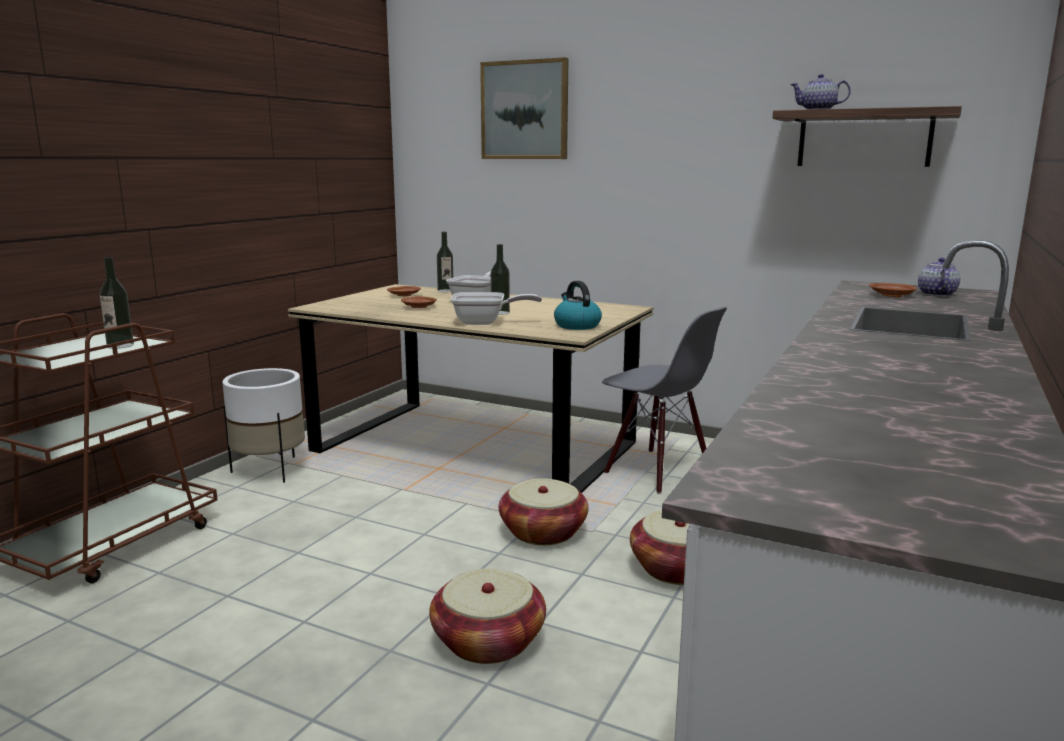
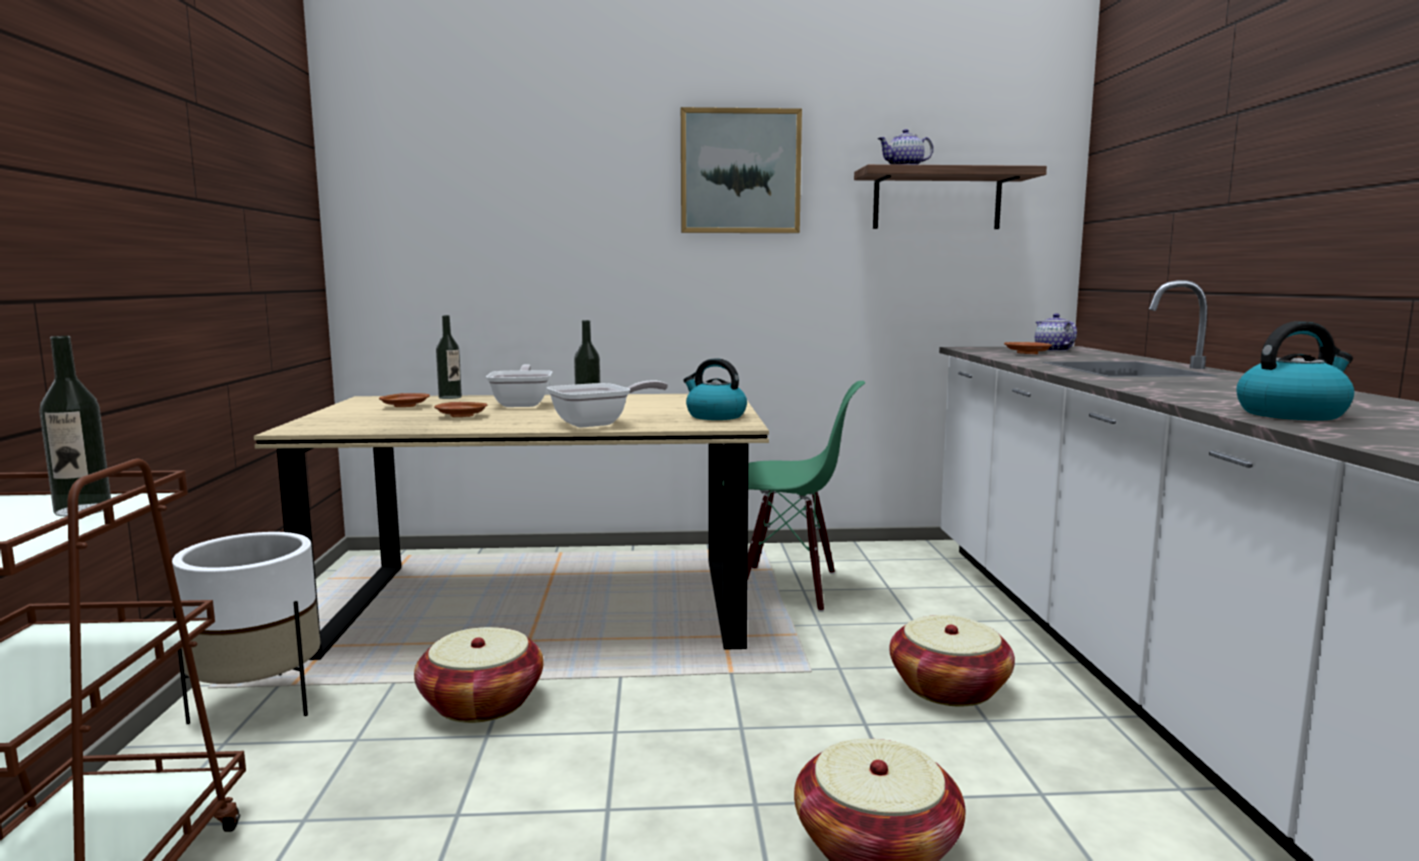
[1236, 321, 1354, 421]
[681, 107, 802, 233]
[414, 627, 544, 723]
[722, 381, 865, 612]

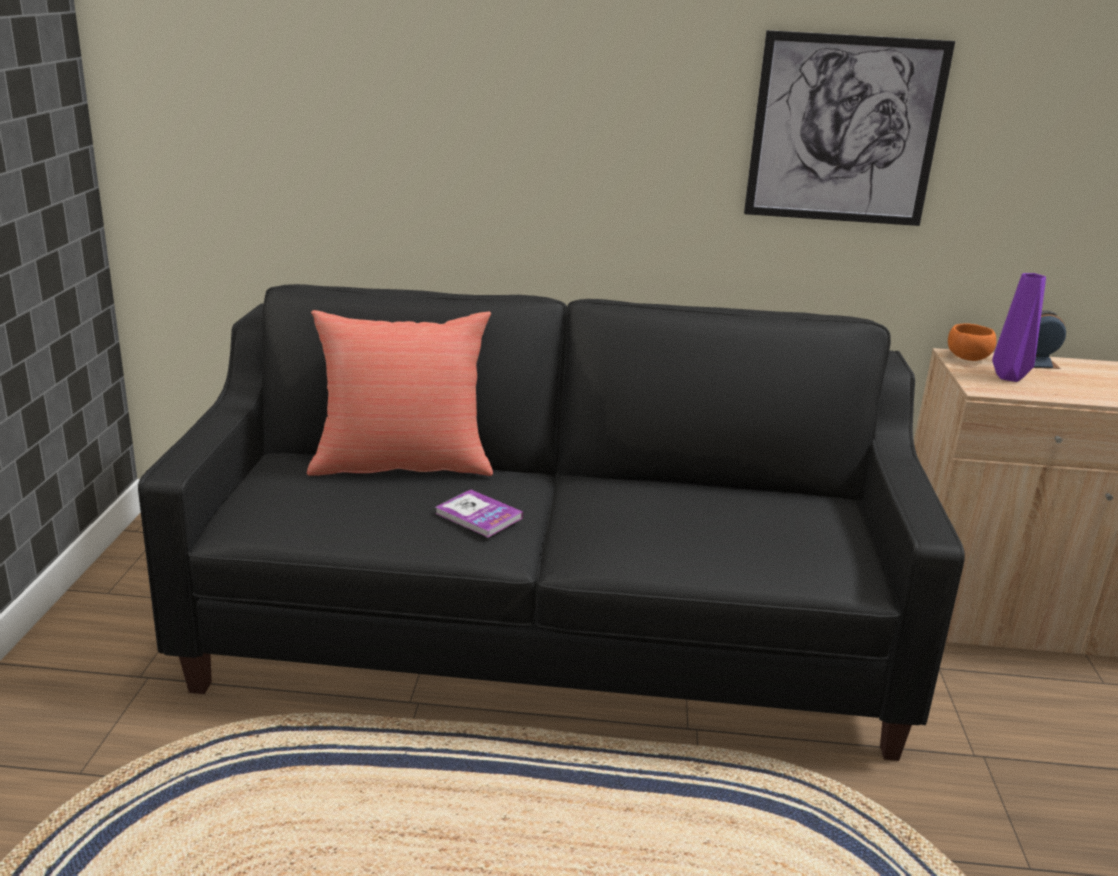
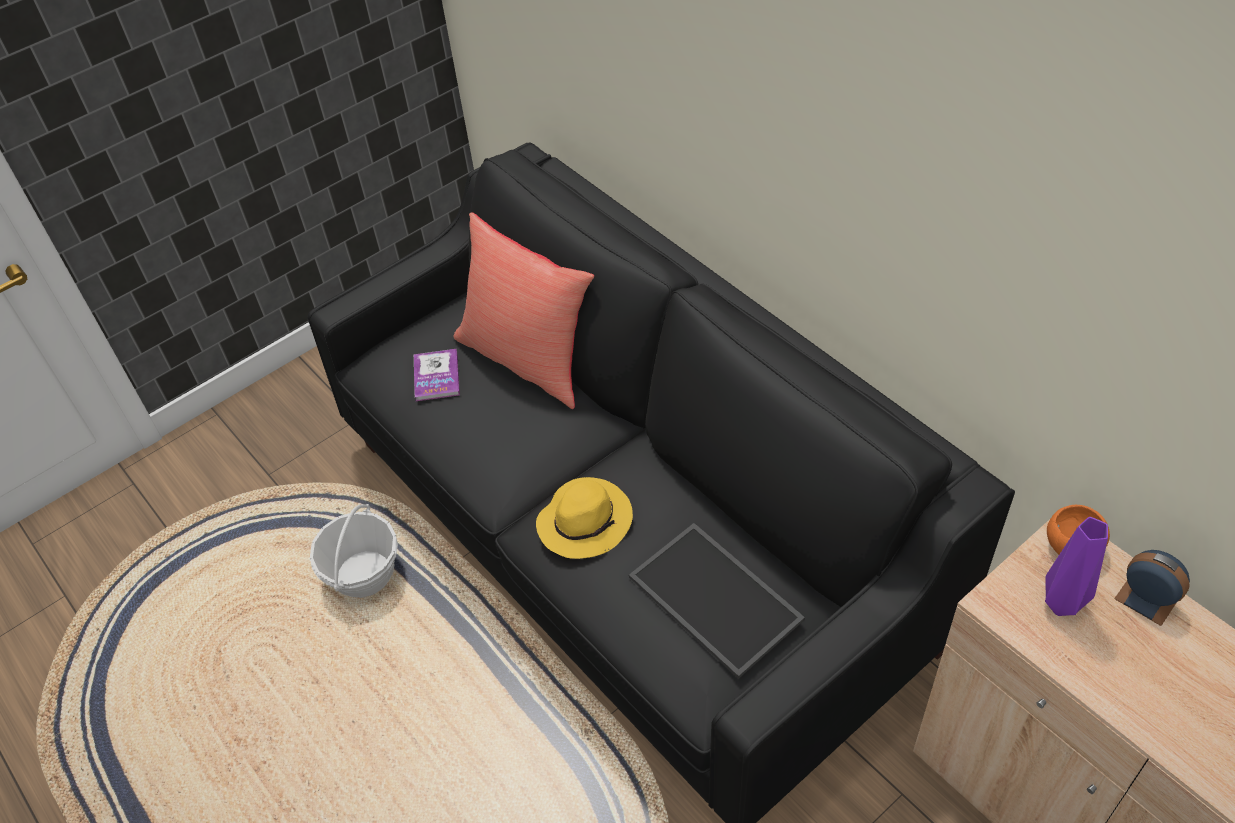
[744, 30, 955, 226] (first image)
[310, 504, 398, 598]
[536, 477, 633, 559]
[629, 523, 805, 679]
[414, 349, 460, 401]

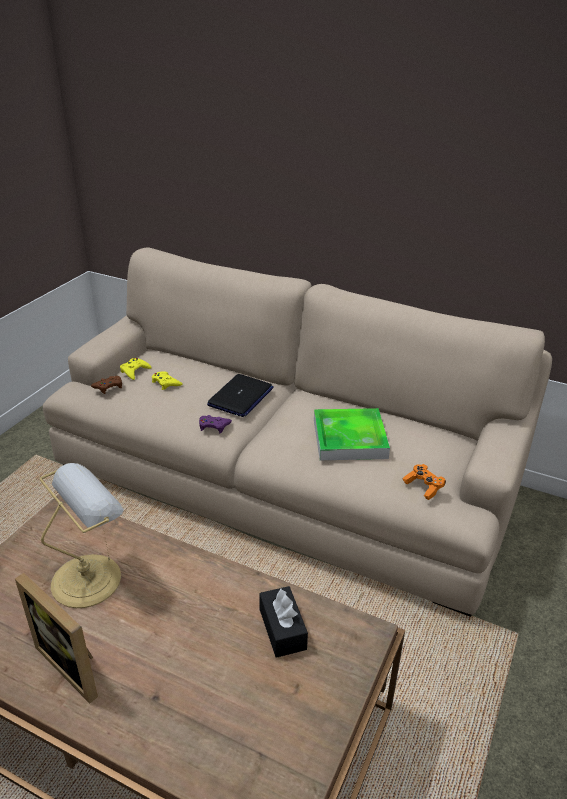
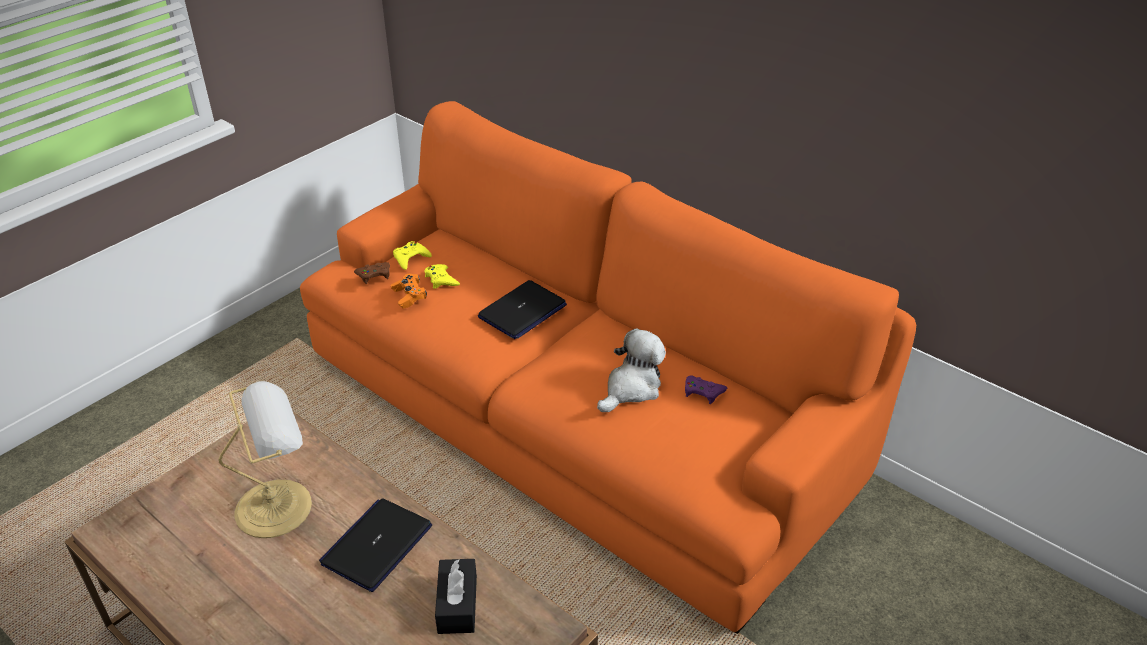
[15, 573, 98, 703] (first image)
[319, 498, 432, 592]
[685, 376, 727, 404]
[391, 274, 427, 309]
[597, 328, 666, 412]
[300, 101, 916, 634]

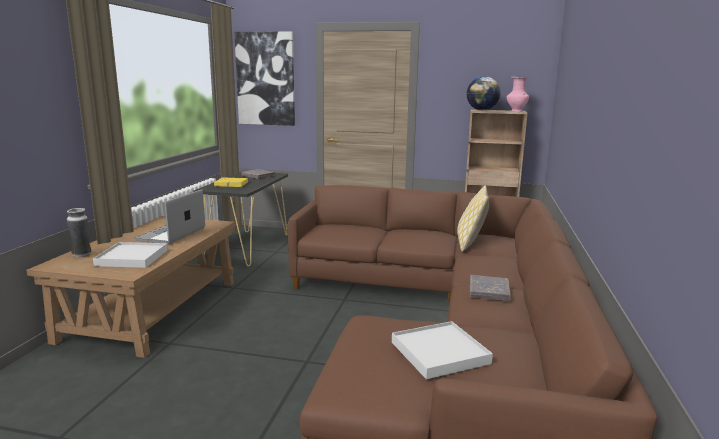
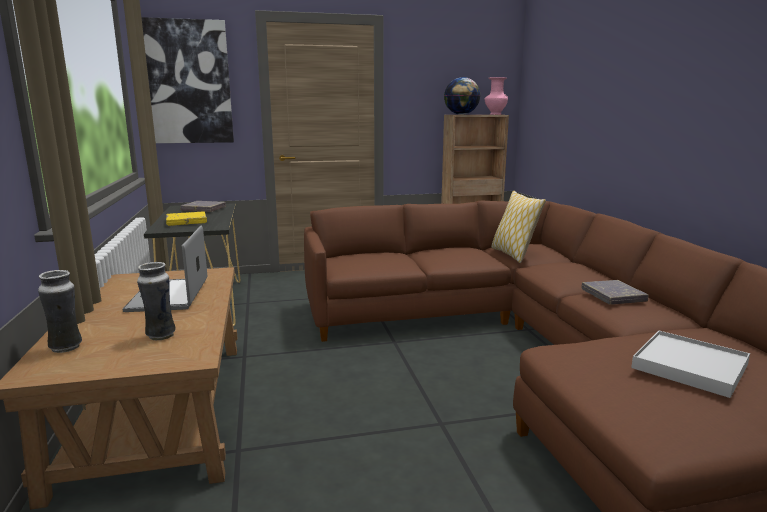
[137, 262, 175, 340]

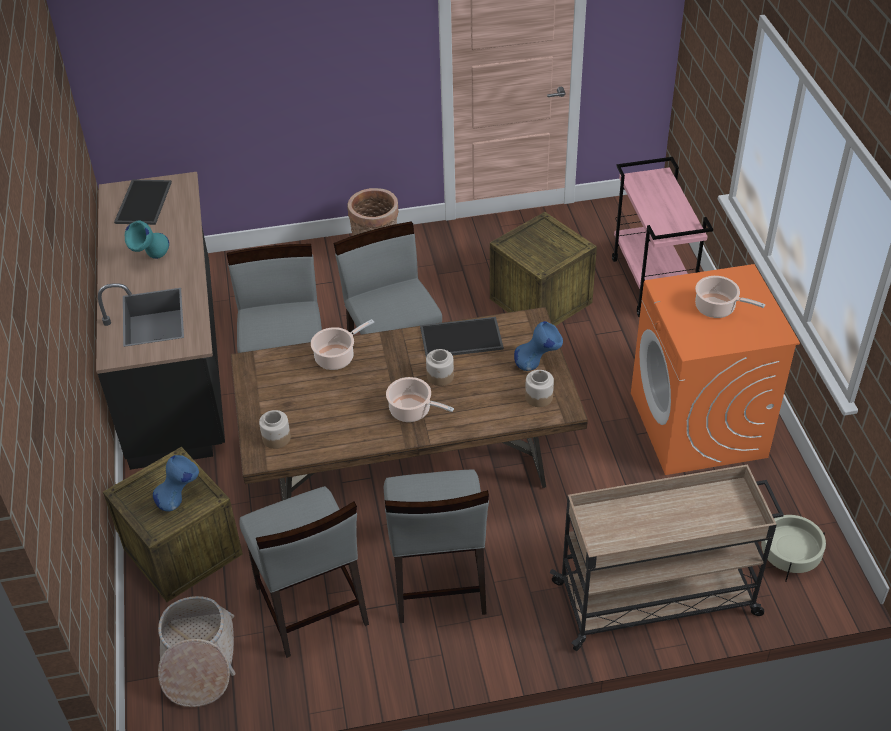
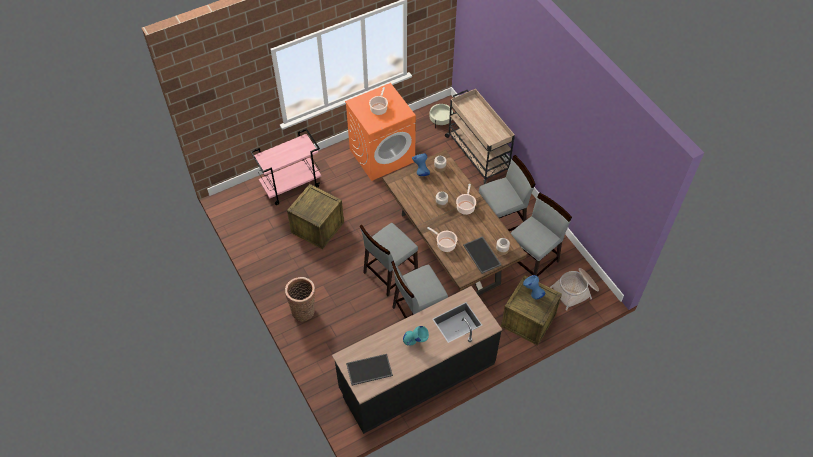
[463, 236, 501, 274]

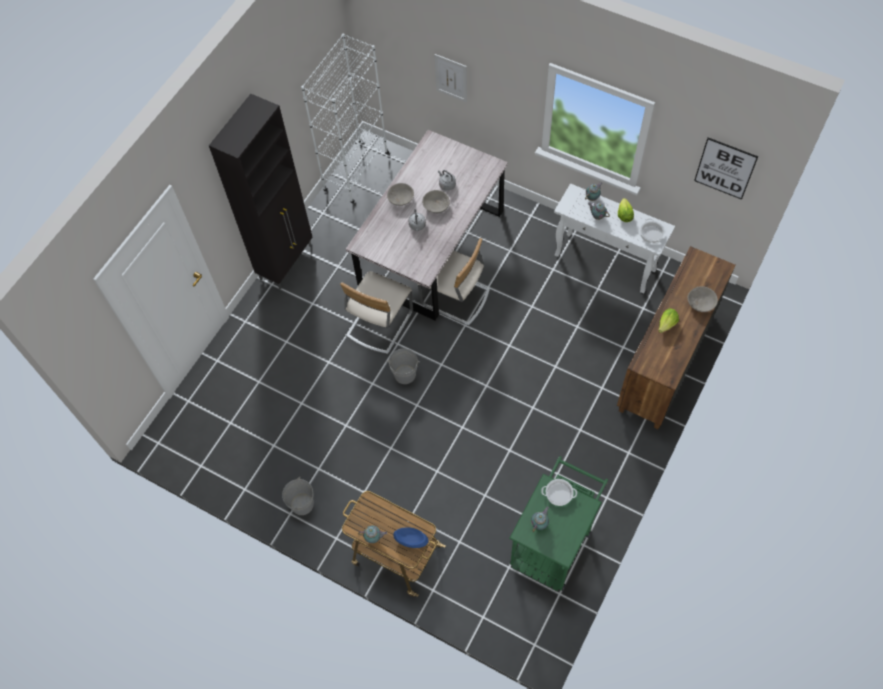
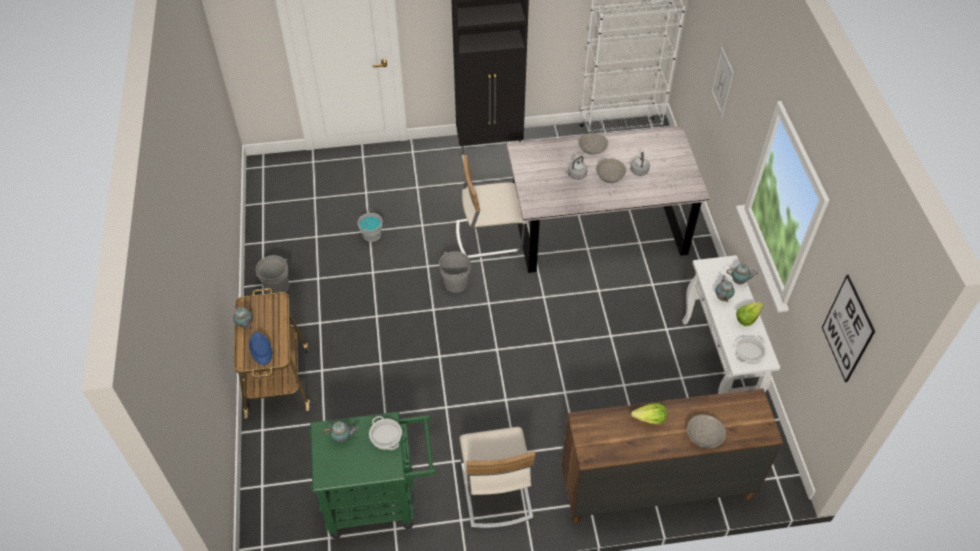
[358, 209, 383, 242]
[459, 427, 535, 528]

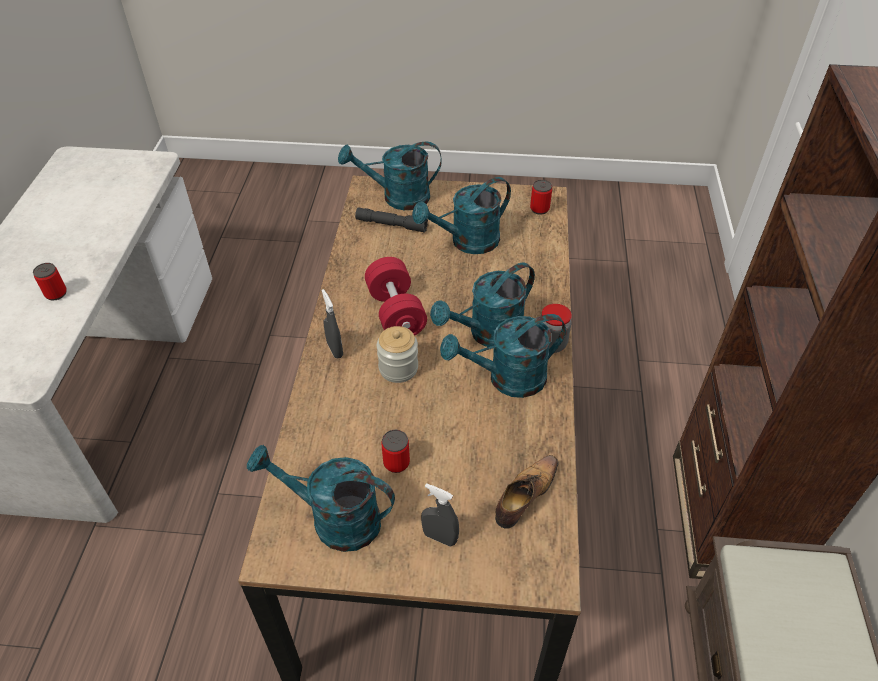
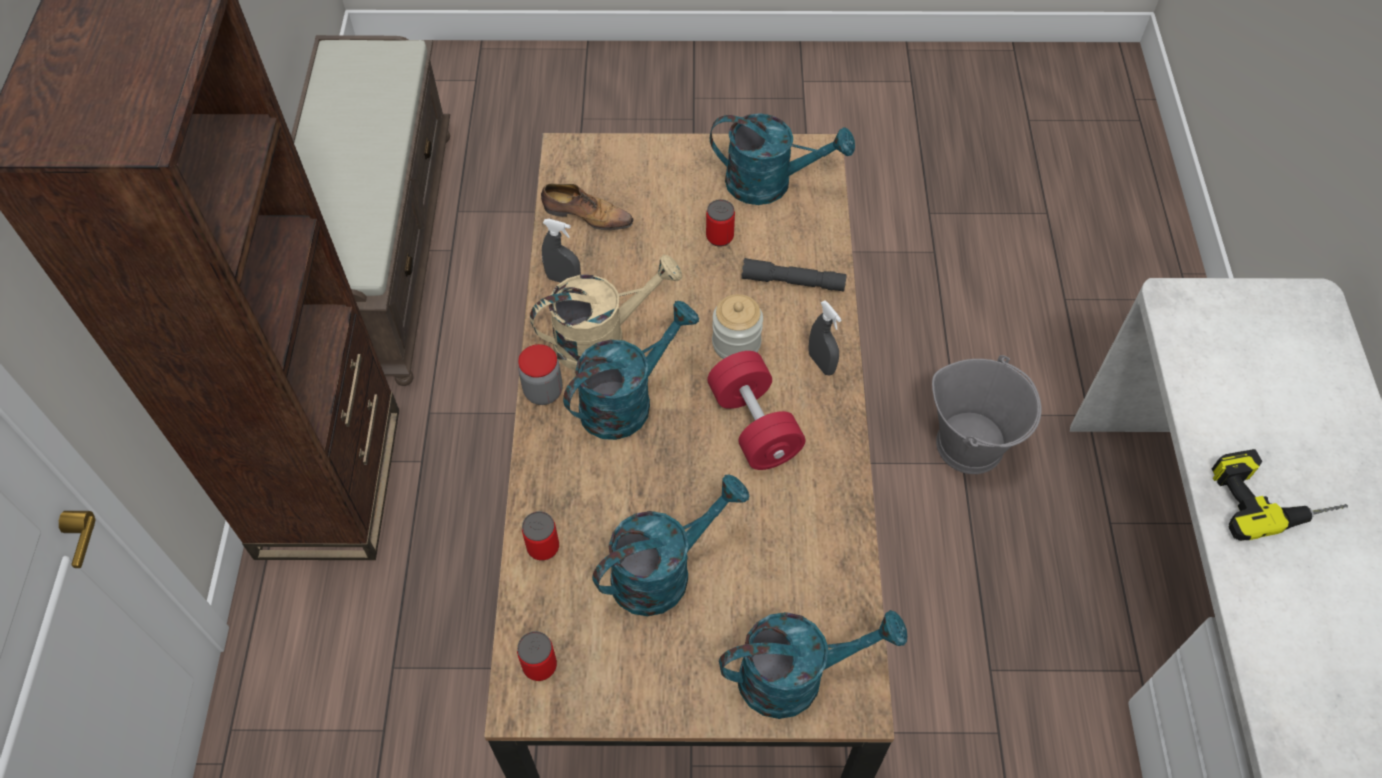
[932, 355, 1041, 474]
[1212, 449, 1348, 541]
[522, 511, 559, 560]
[741, 258, 847, 291]
[542, 219, 581, 283]
[530, 254, 682, 370]
[541, 184, 634, 230]

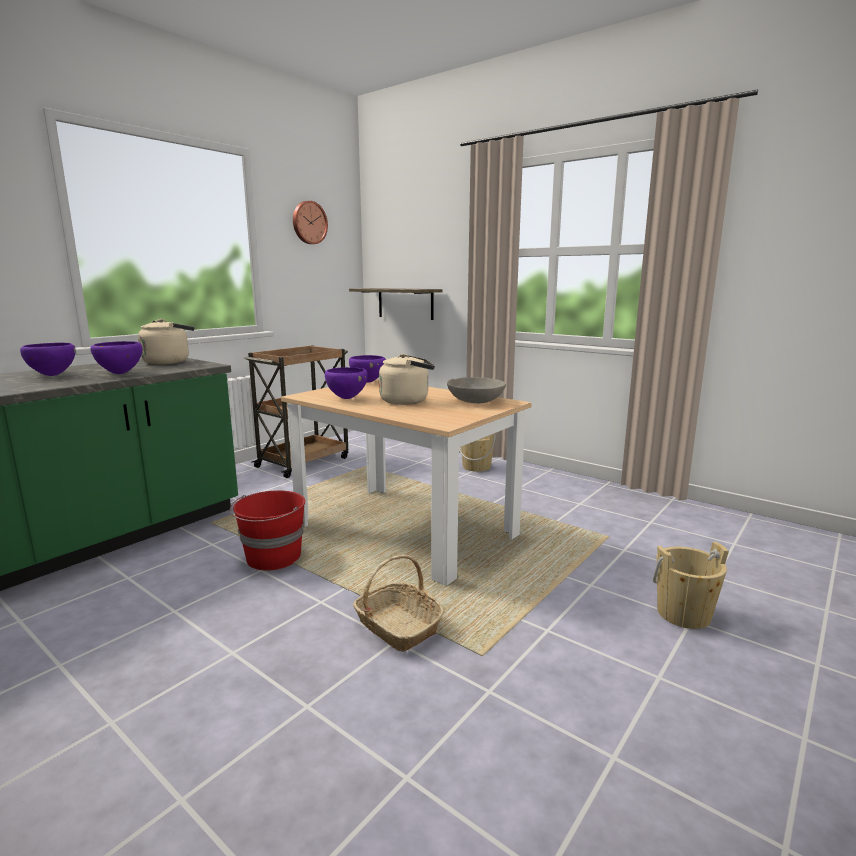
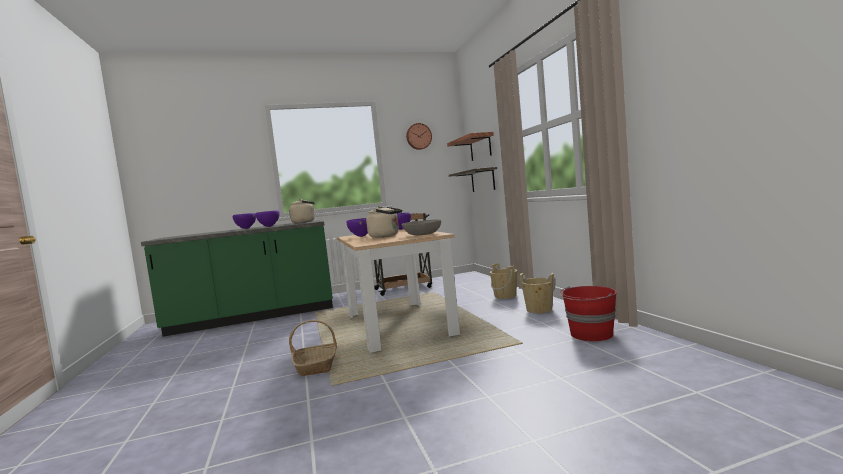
[447, 132, 494, 161]
[559, 286, 617, 341]
[520, 273, 556, 313]

